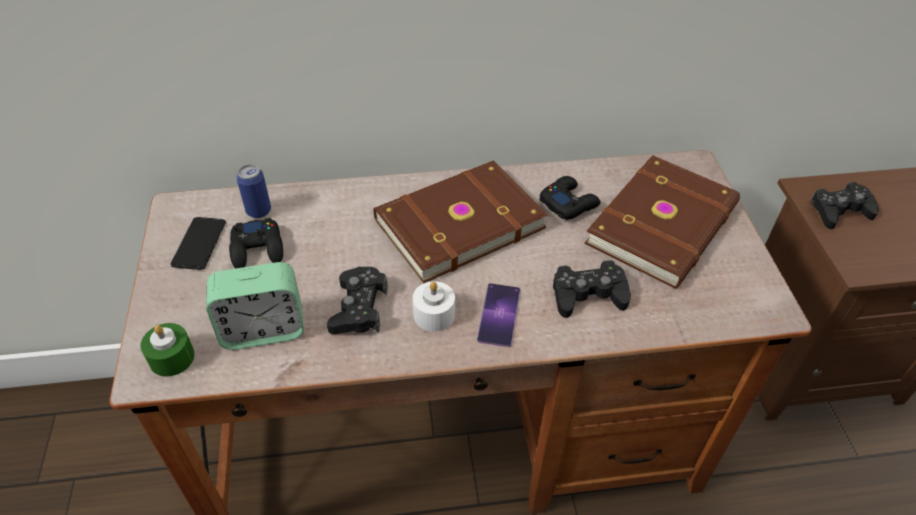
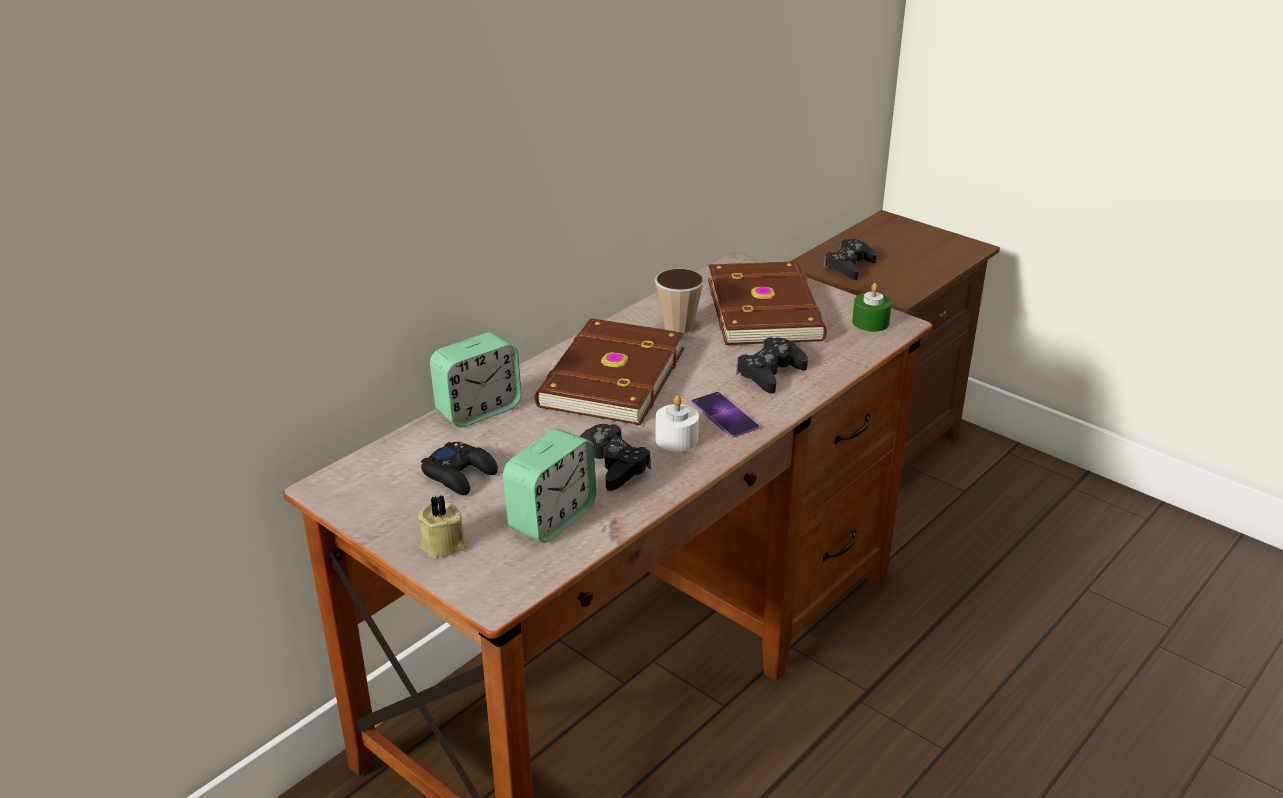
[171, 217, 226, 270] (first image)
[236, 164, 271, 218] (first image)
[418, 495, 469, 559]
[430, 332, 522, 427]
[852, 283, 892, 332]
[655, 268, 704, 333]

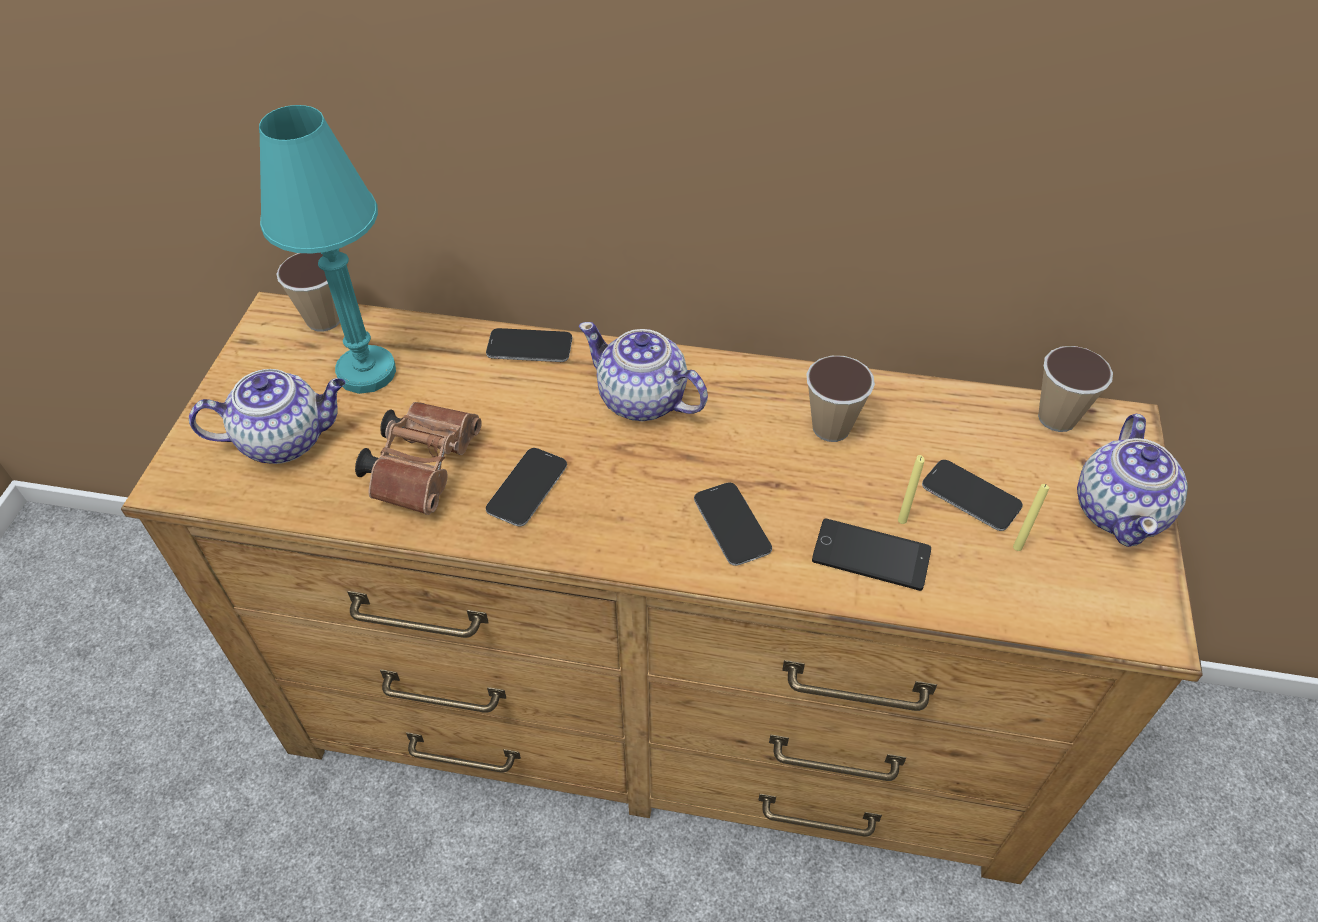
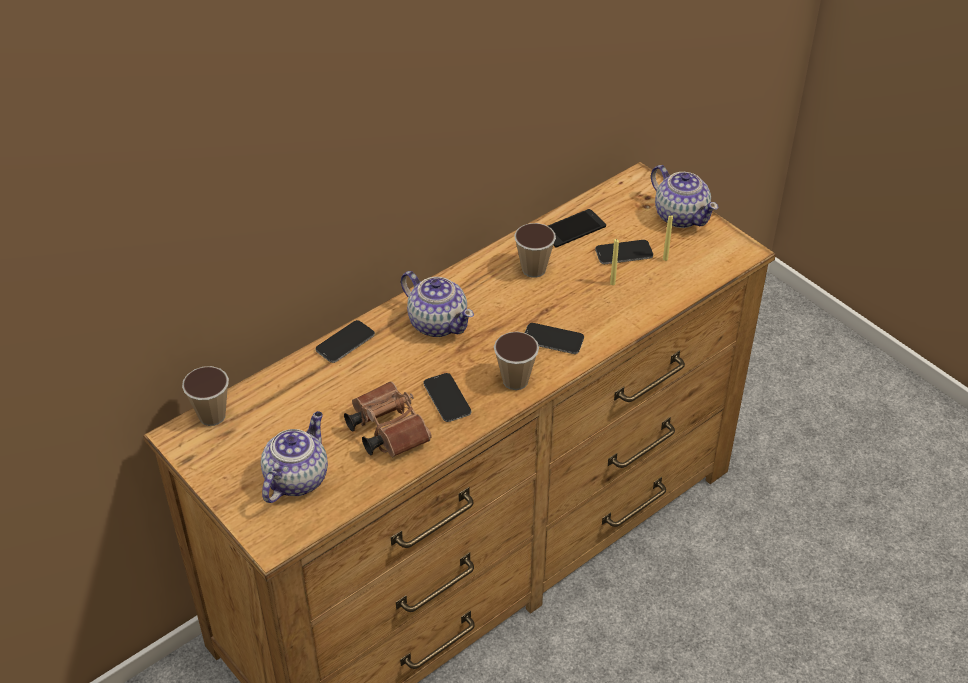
[259, 105, 396, 394] (first image)
[548, 209, 606, 248]
[494, 332, 539, 390]
[401, 271, 474, 337]

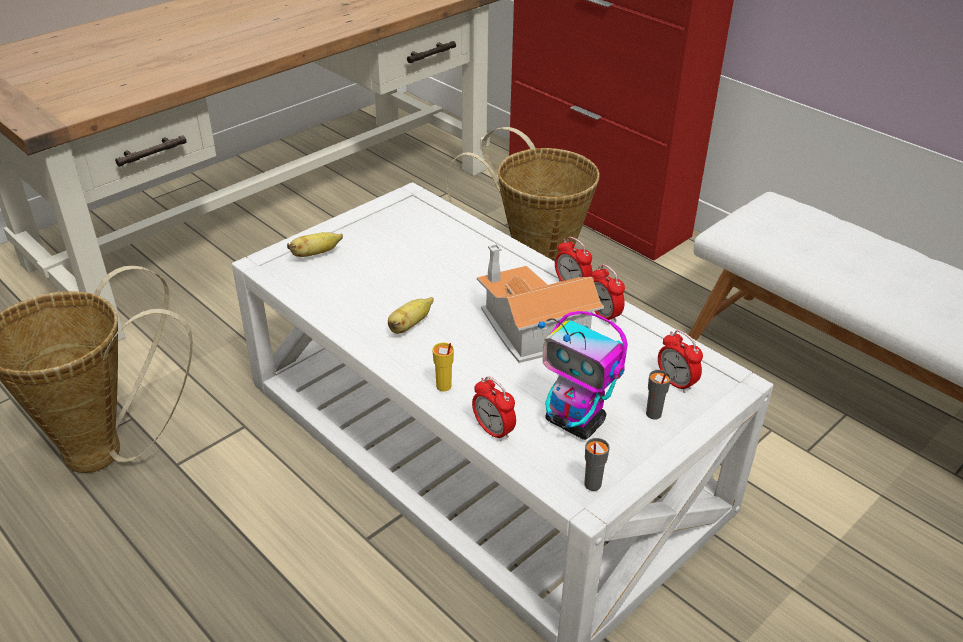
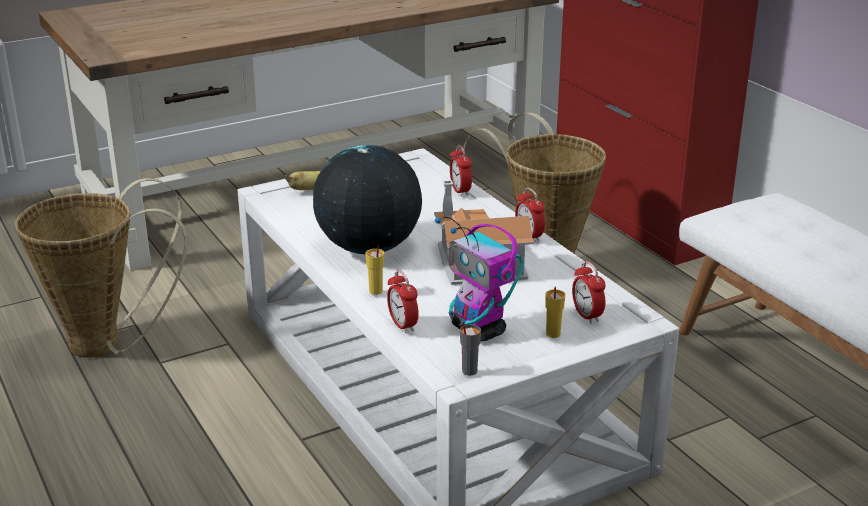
[450, 145, 472, 197]
[313, 145, 422, 255]
[545, 287, 566, 338]

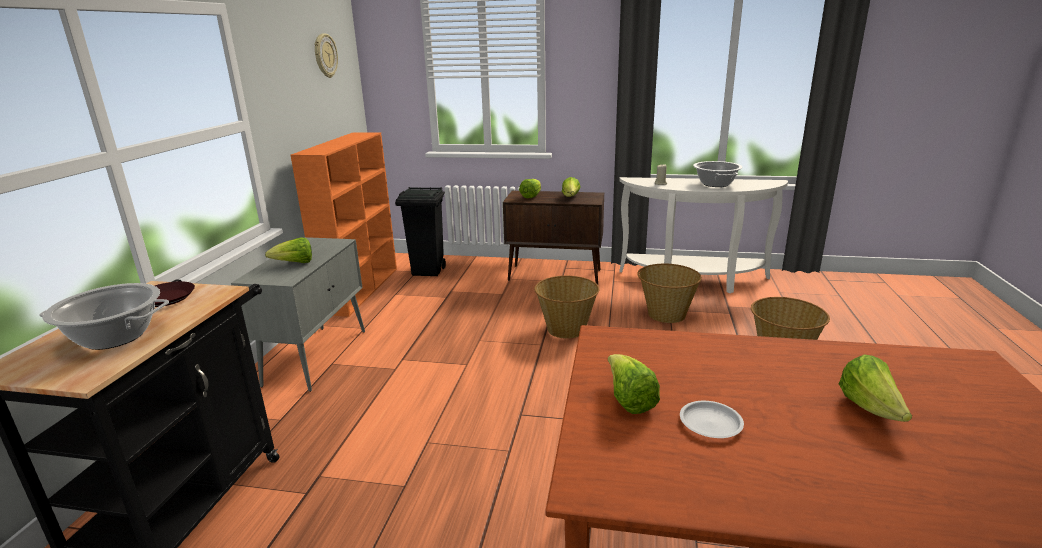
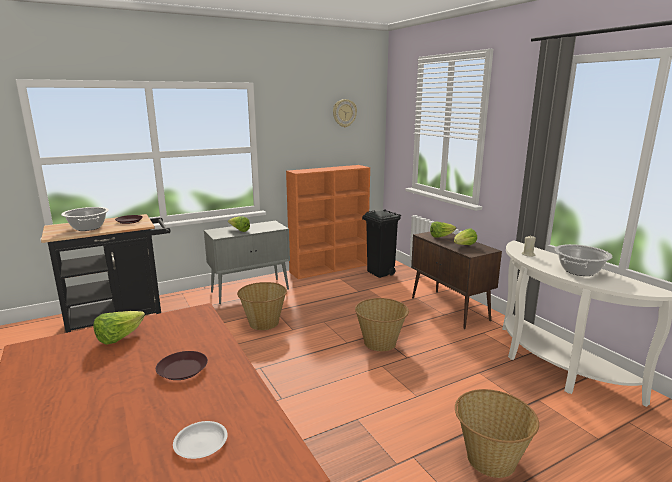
[839, 354, 912, 422] (first image)
[156, 351, 208, 380]
[237, 282, 287, 330]
[173, 421, 228, 459]

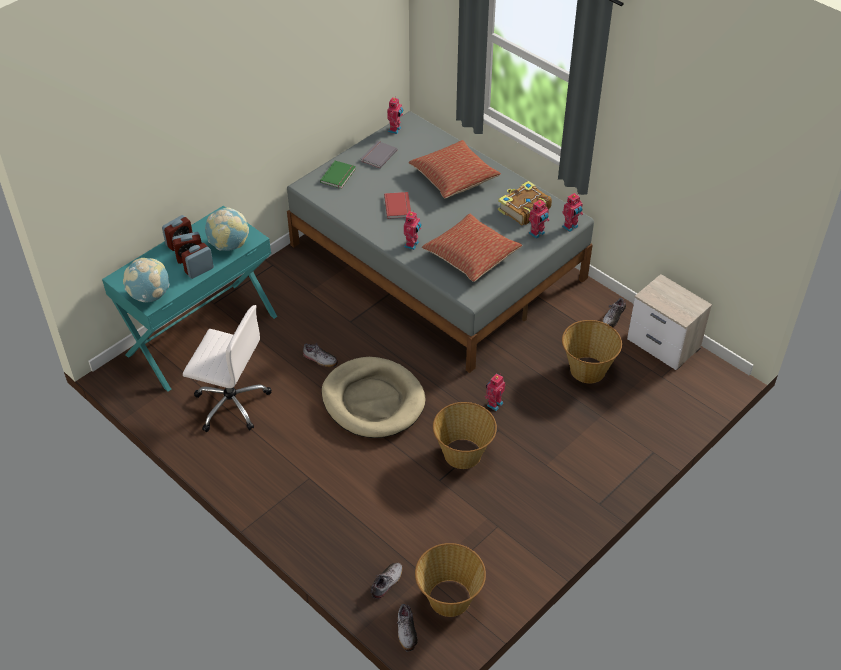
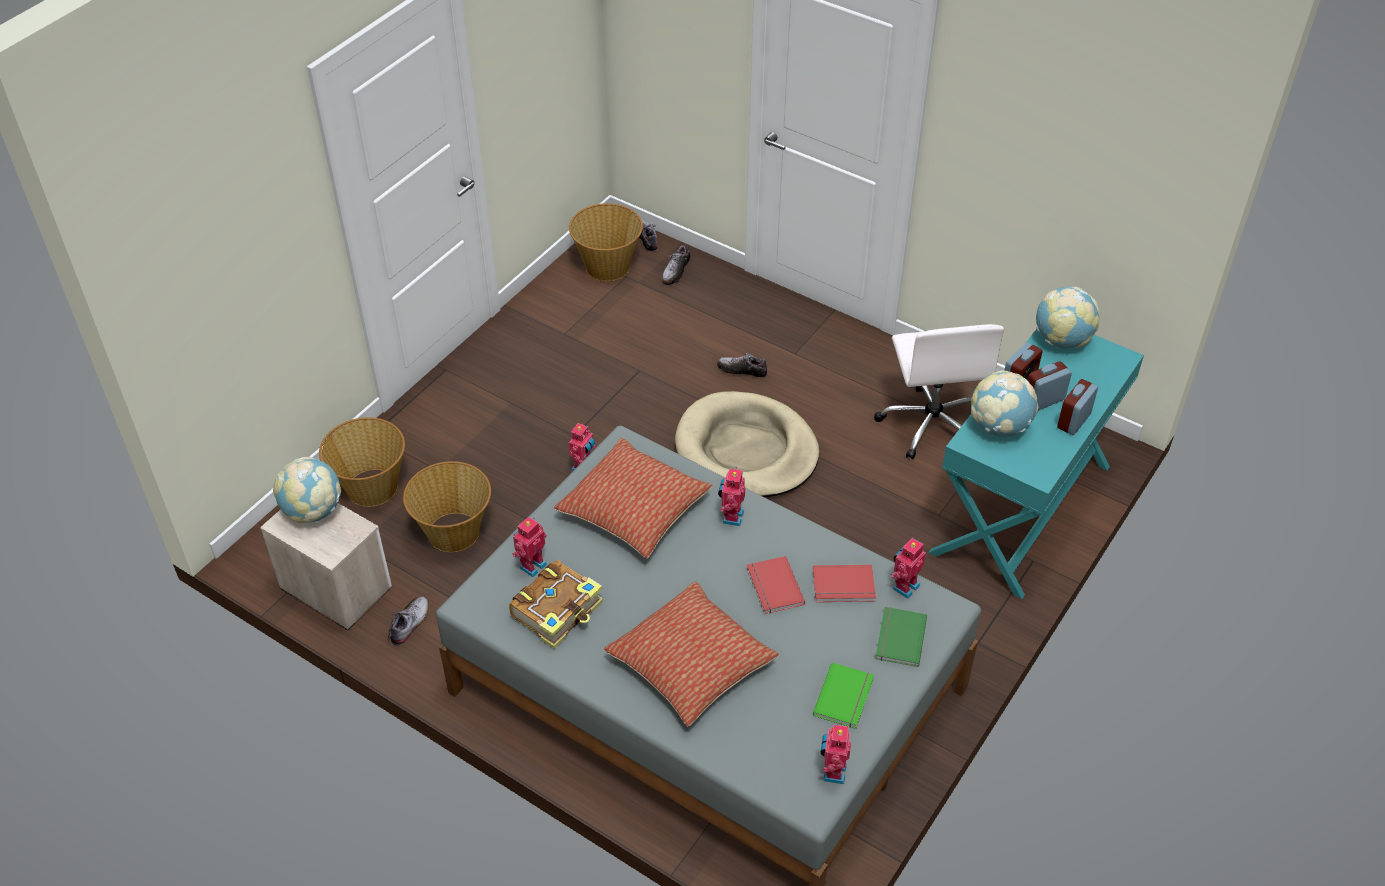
[273, 457, 341, 523]
[813, 565, 876, 602]
[717, 352, 767, 377]
[319, 417, 405, 507]
[891, 538, 926, 599]
[813, 662, 874, 729]
[874, 324, 1004, 459]

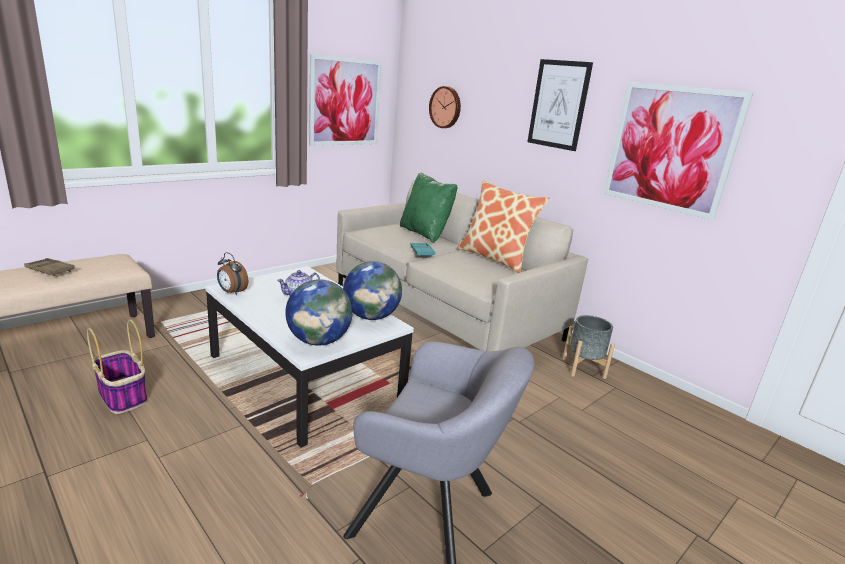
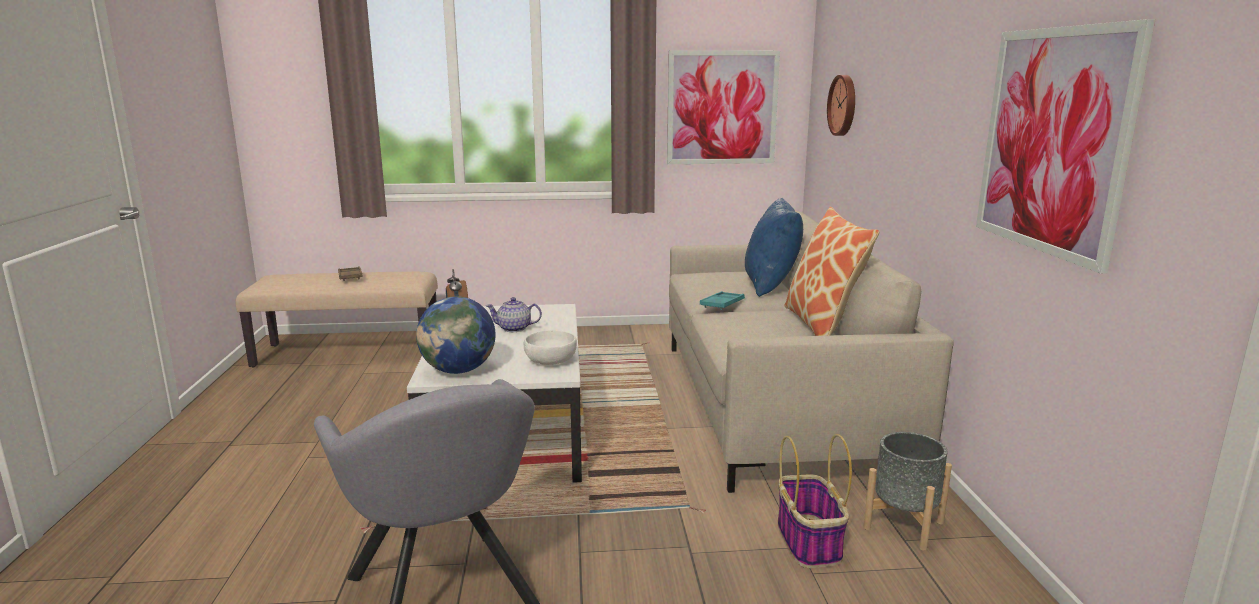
[528, 59, 593, 151] (first image)
[778, 434, 852, 568]
[524, 330, 577, 365]
[745, 198, 803, 297]

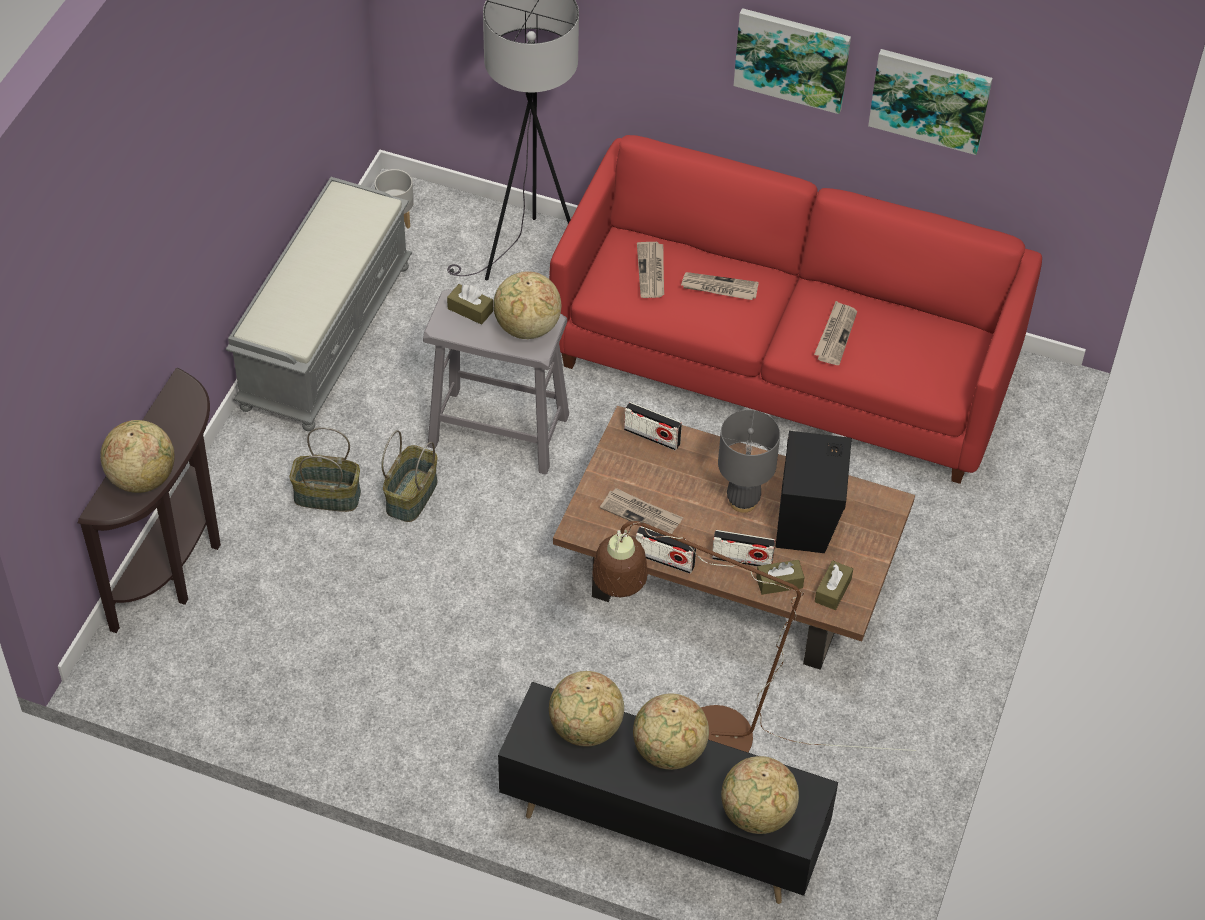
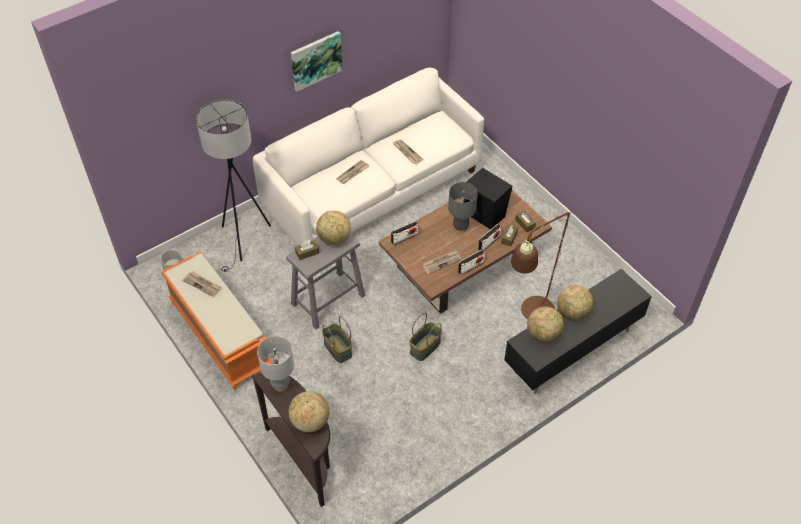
[721, 756, 799, 834] (first image)
[868, 49, 993, 155] (first image)
[257, 336, 294, 392]
[409, 313, 442, 361]
[182, 271, 221, 297]
[161, 252, 273, 389]
[253, 68, 484, 246]

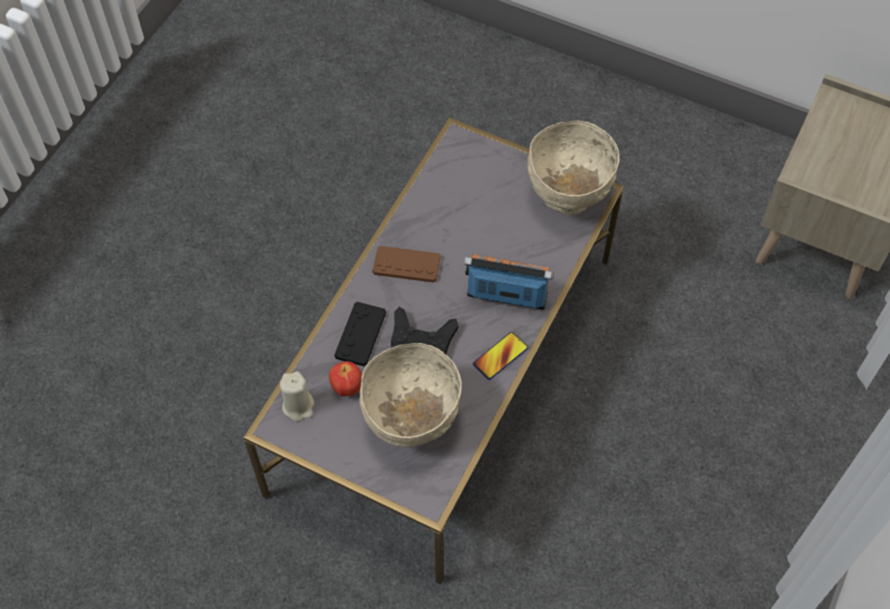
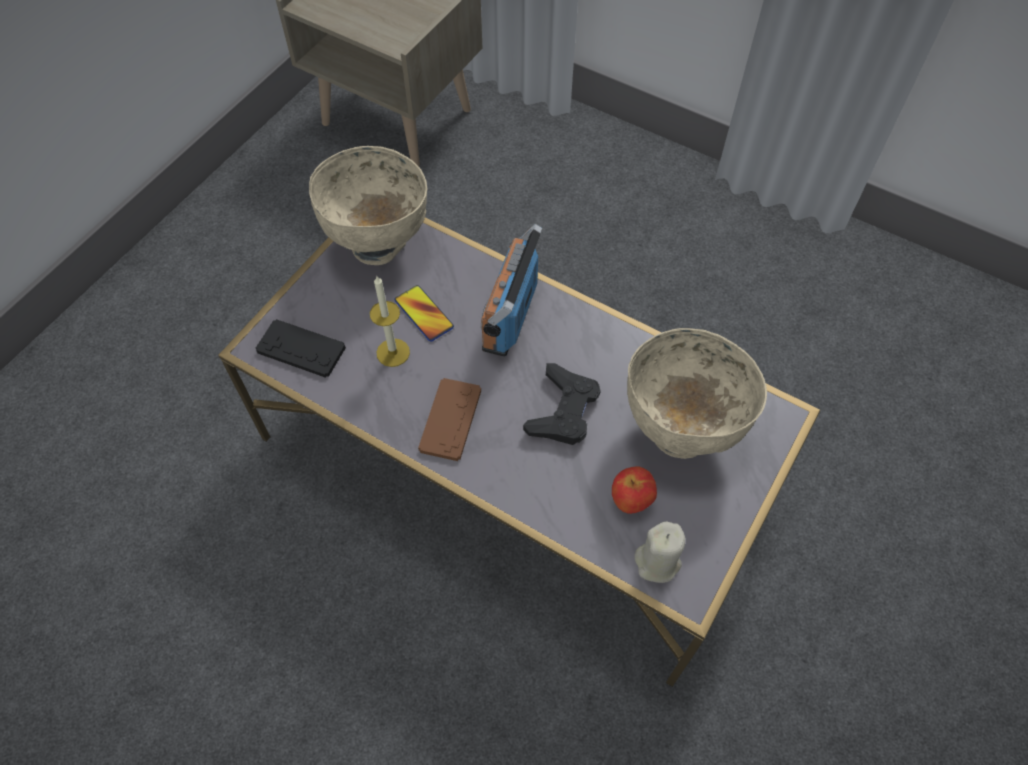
[370, 275, 410, 367]
[256, 319, 346, 378]
[395, 285, 454, 341]

